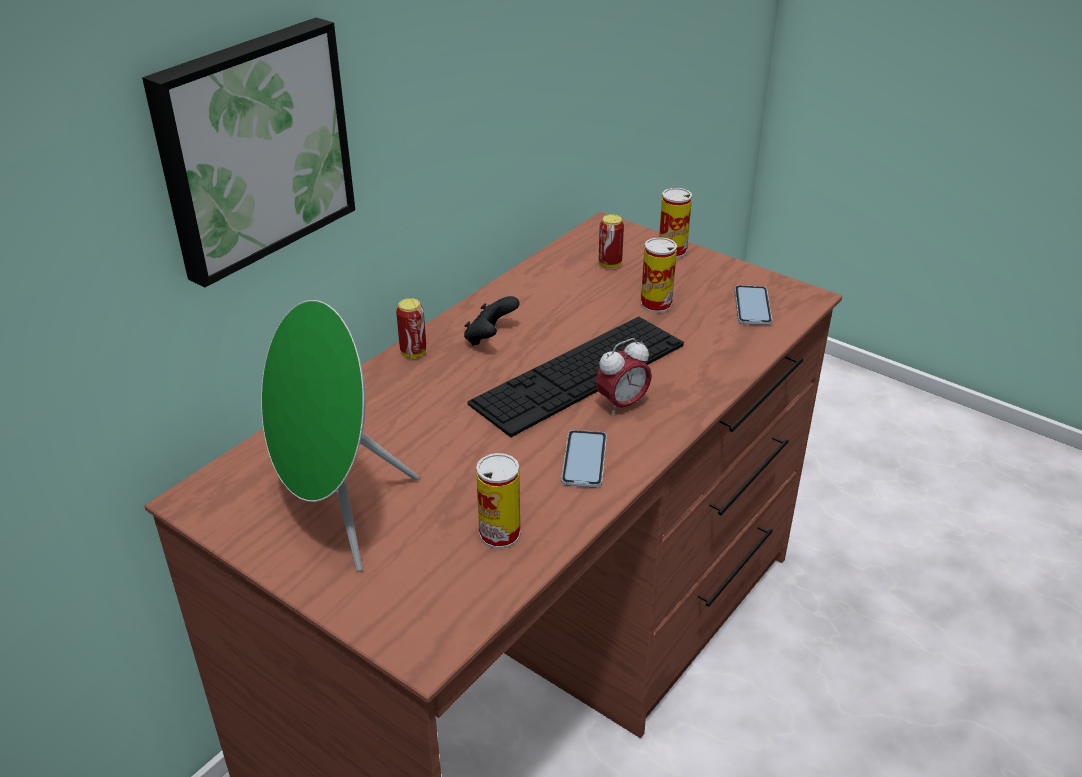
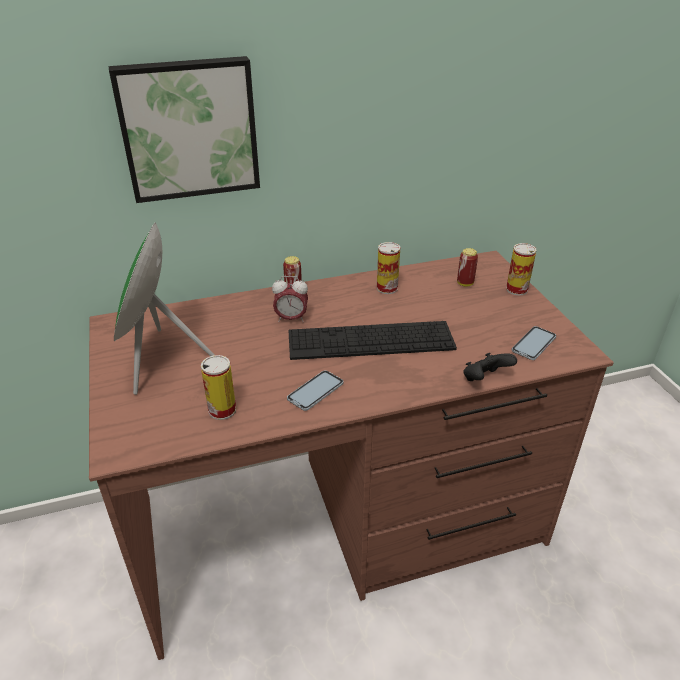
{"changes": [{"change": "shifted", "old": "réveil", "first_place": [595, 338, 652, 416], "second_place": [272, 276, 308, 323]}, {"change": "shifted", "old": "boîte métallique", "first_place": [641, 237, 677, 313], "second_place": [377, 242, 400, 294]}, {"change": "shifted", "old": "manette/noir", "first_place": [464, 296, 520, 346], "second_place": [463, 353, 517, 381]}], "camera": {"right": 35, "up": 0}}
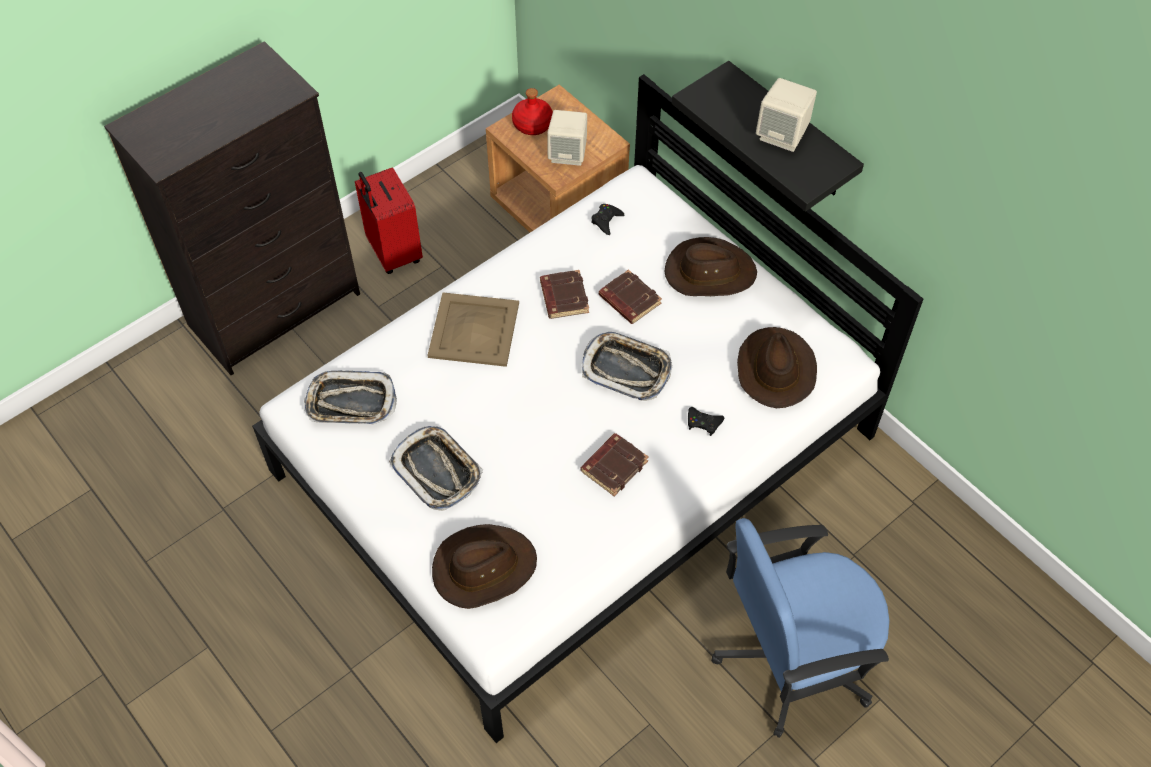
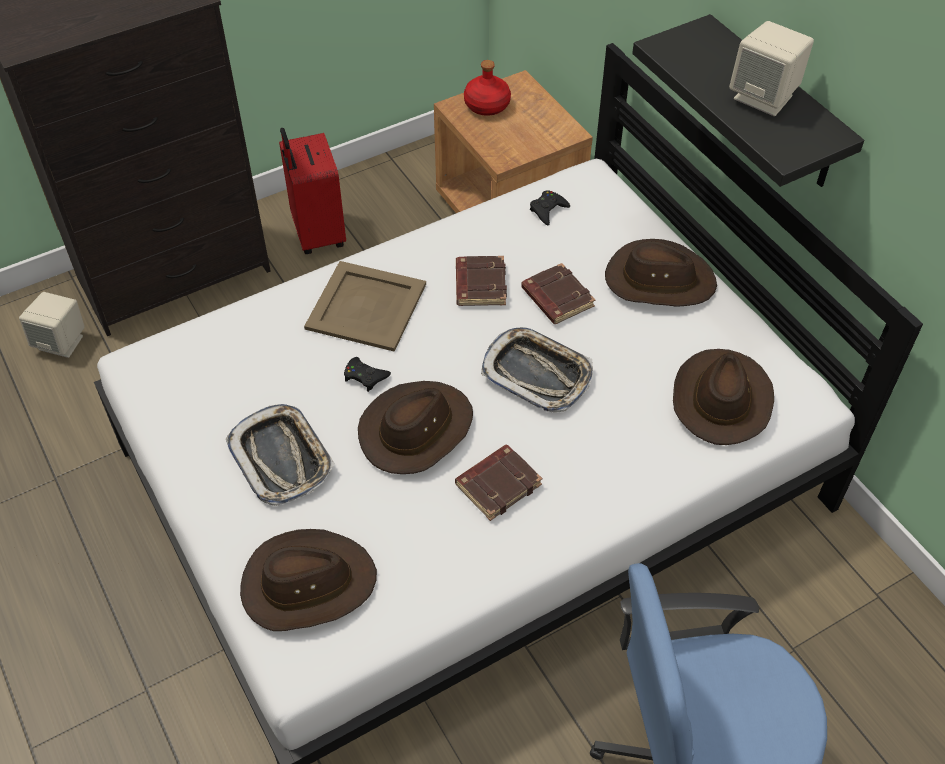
{"changes": [{"change": "shifted", "old": "enceinte/beige", "first_place": [547, 110, 587, 166], "second_place": [19, 292, 85, 358]}, {"change": "shifted", "old": "manette/noir", "first_place": [688, 407, 725, 436], "second_place": [344, 357, 391, 392]}, {"change": "new", "new": "chapeau/marron", "second_place": [358, 381, 473, 474]}, {"change": "gone", "old": "plateau", "first_place": [304, 371, 397, 424]}], "camera": {"right": 10, "up": -5}}
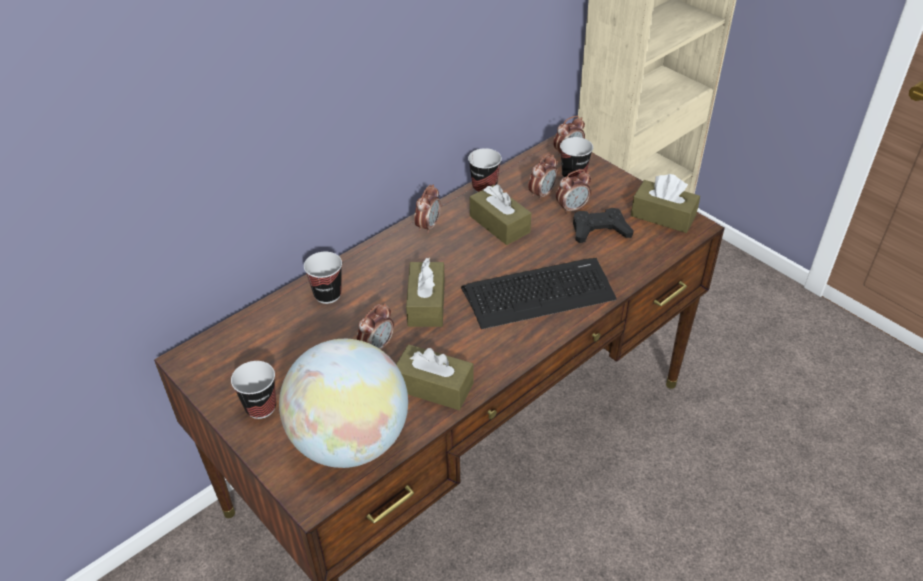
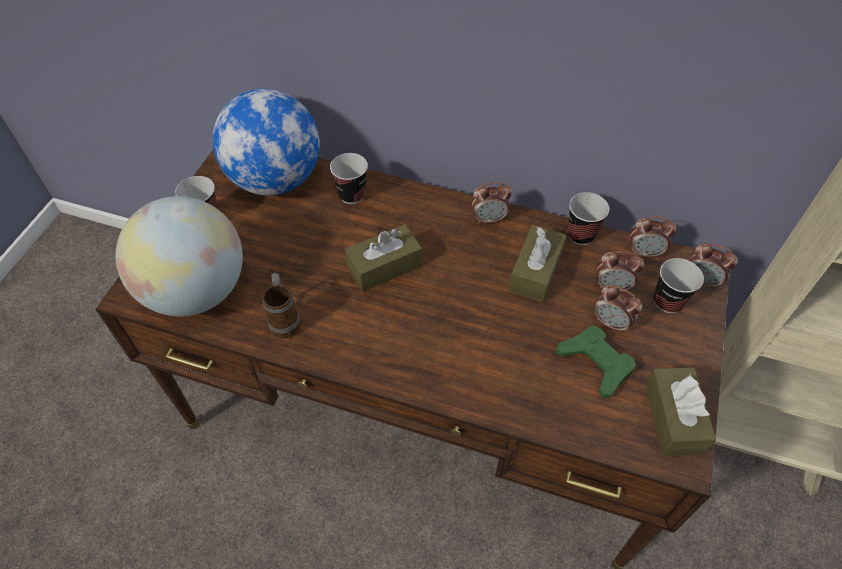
{"changes": [{"change": "new", "new": "globe", "second_place": [213, 89, 320, 196]}, {"change": "swapped", "old": "boîte à mouchoirs/marron", "new": "mug", "first_place": [396, 344, 473, 410], "second_place": [262, 273, 301, 339]}, {"change": "repainted", "old": "manette/noir", "new": "manette/vert", "first_place": [573, 208, 634, 243], "second_place": [556, 326, 636, 398]}, {"change": "shifted", "old": "réveil", "first_place": [356, 303, 394, 350], "second_place": [629, 216, 676, 258]}, {"change": "gone", "old": "clavier", "first_place": [461, 258, 617, 329]}], "camera": {"right": 60, "up": 10}}
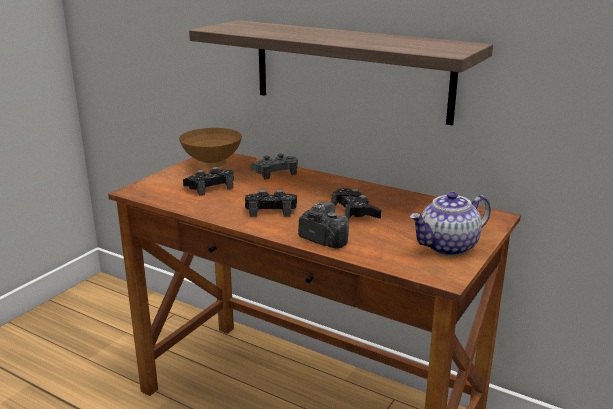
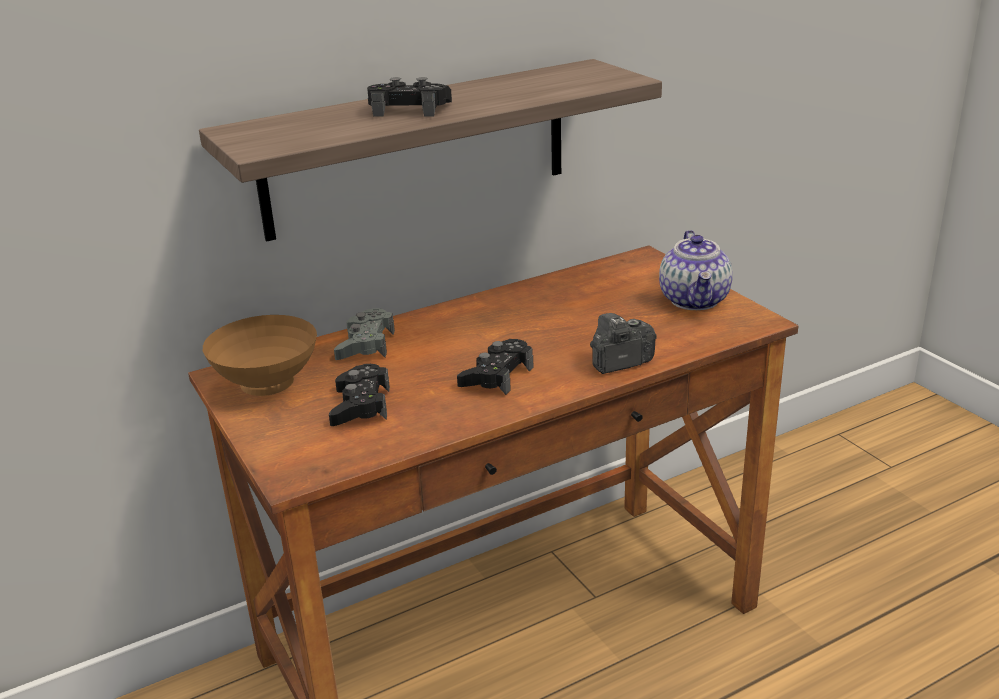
{"changes": [{"change": "shifted", "old": "manette/noir", "first_place": [331, 188, 381, 219], "second_place": [367, 77, 452, 116]}], "camera": {"right": -60, "up": 5}}
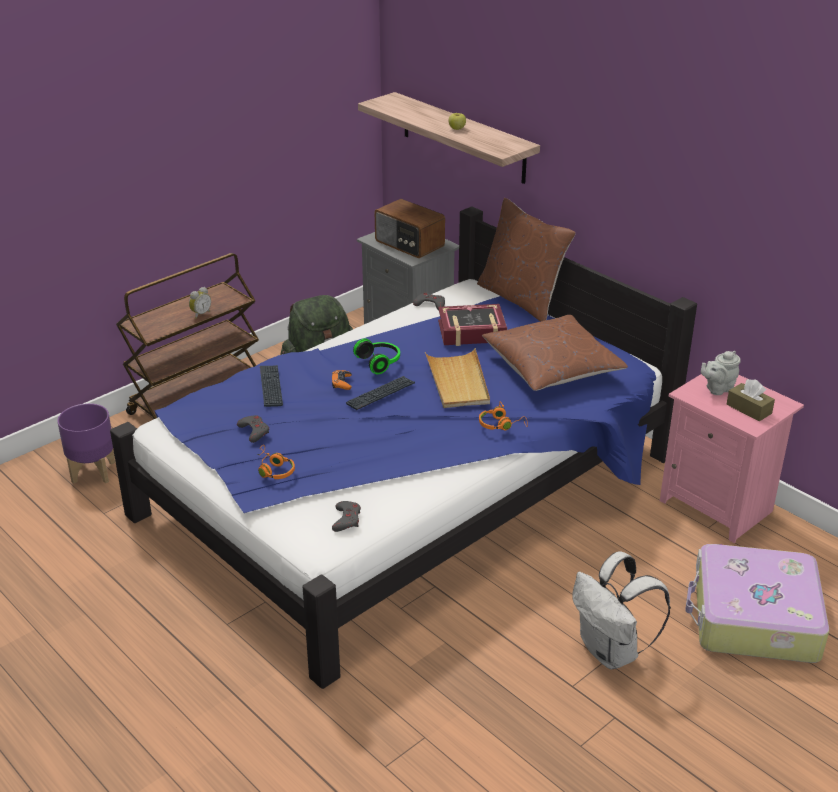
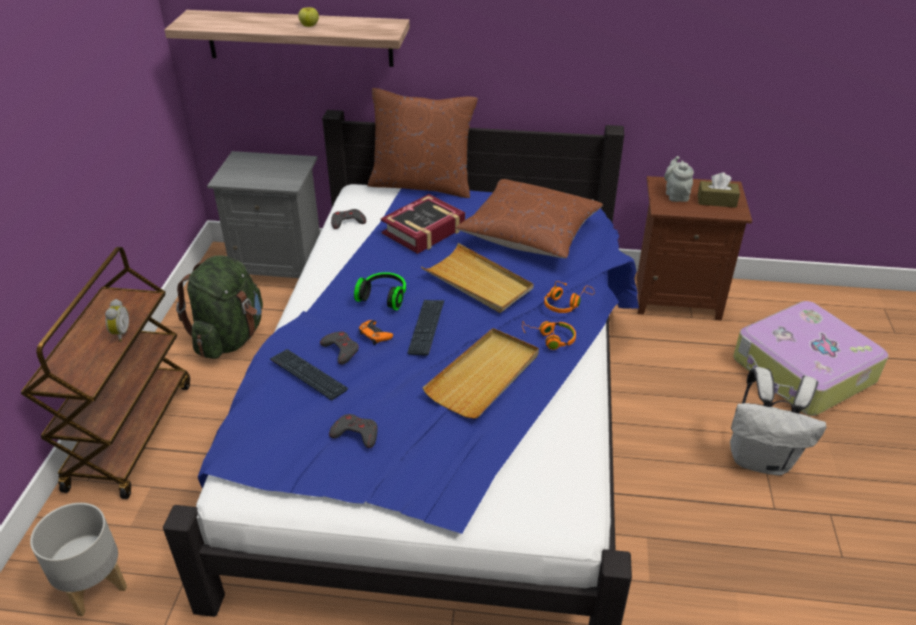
{"changes": [{"change": "repainted", "old": "cache-pot/violet", "new": "cache-pot/gris", "first_place": [57, 403, 115, 484], "second_place": [30, 503, 127, 616]}, {"change": "shifted", "old": "manette/gris", "first_place": [332, 501, 361, 532], "second_place": [320, 331, 359, 365]}, {"change": "new", "new": "plateau/beige", "second_place": [423, 328, 539, 419]}, {"change": "shifted", "old": "casque audio/orange", "first_place": [258, 445, 295, 479], "second_place": [522, 321, 576, 350]}, {"change": "repainted", "old": "table de chevet/rose", "new": "table de chevet/marron", "first_place": [660, 374, 804, 543], "second_place": [637, 176, 752, 321]}, {"change": "rotated", "old": "théière/gris", "first_place": [701, 351, 741, 395], "second_place": [664, 156, 694, 202], "degrees": 150}, {"change": "gone", "old": "radio", "first_place": [375, 199, 445, 258]}], "camera": {"right": -40, "up": 5}}
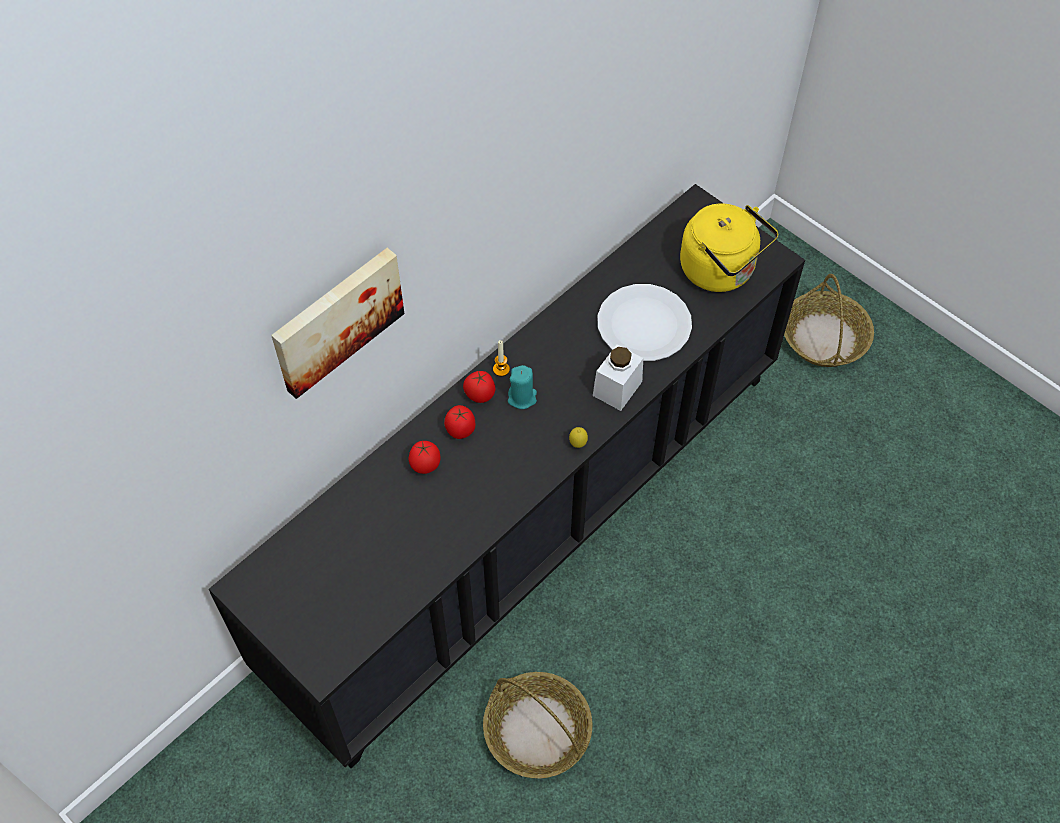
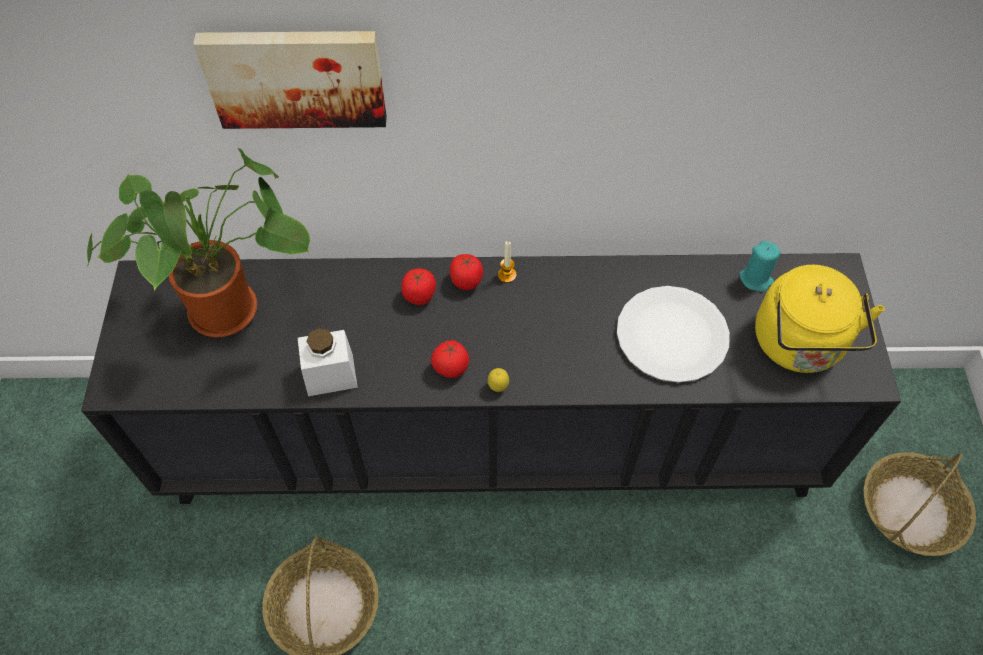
{"changes": [{"change": "new", "new": "plante en pot", "second_place": [87, 148, 310, 337]}, {"change": "shifted", "old": "bocal/blanc", "first_place": [593, 344, 643, 411], "second_place": [298, 328, 358, 396]}, {"change": "shifted", "old": "tomate", "first_place": [409, 441, 441, 474], "second_place": [431, 340, 469, 378]}, {"change": "shifted", "old": "bougie/turquoise", "first_place": [508, 365, 537, 409], "second_place": [739, 241, 781, 292]}], "camera": {"right": 45, "up": 0}}
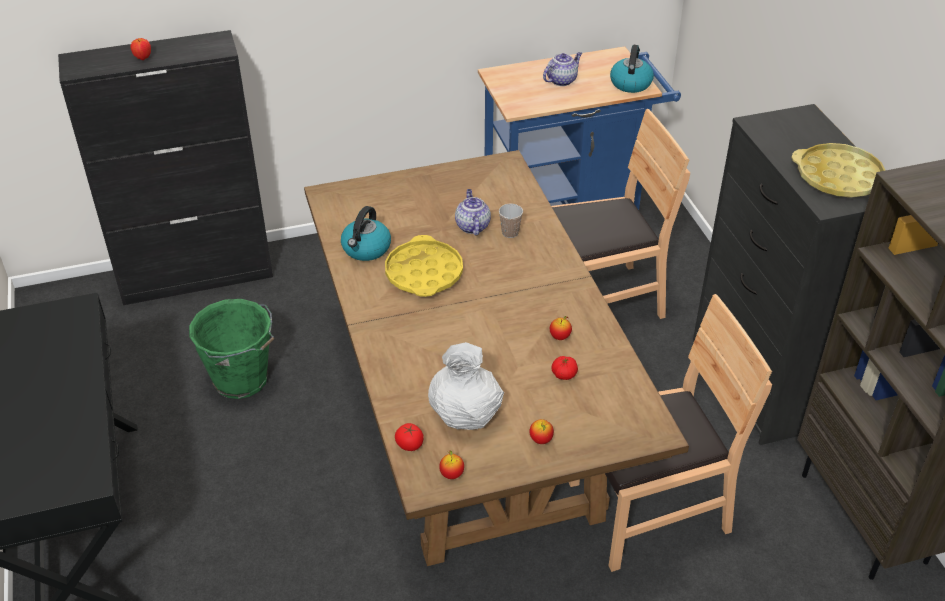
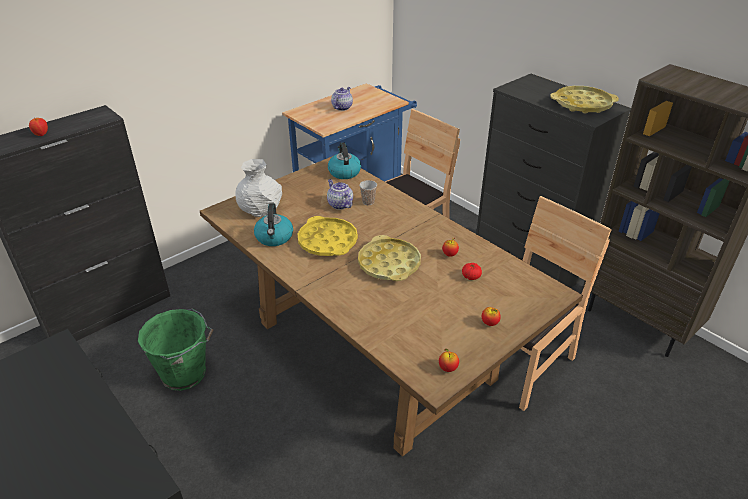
{"changes": [{"change": "shifted", "old": "vase/blanc", "first_place": [428, 342, 504, 430], "second_place": [235, 159, 282, 217]}, {"change": "shifted", "old": "bouilloire", "first_place": [610, 45, 654, 93], "second_place": [328, 142, 361, 179]}, {"change": "new", "new": "plateau/jaune", "second_place": [358, 235, 421, 281]}, {"change": "gone", "old": "tomate", "first_place": [395, 423, 424, 451]}], "camera": {"right": -25, "up": -5}}
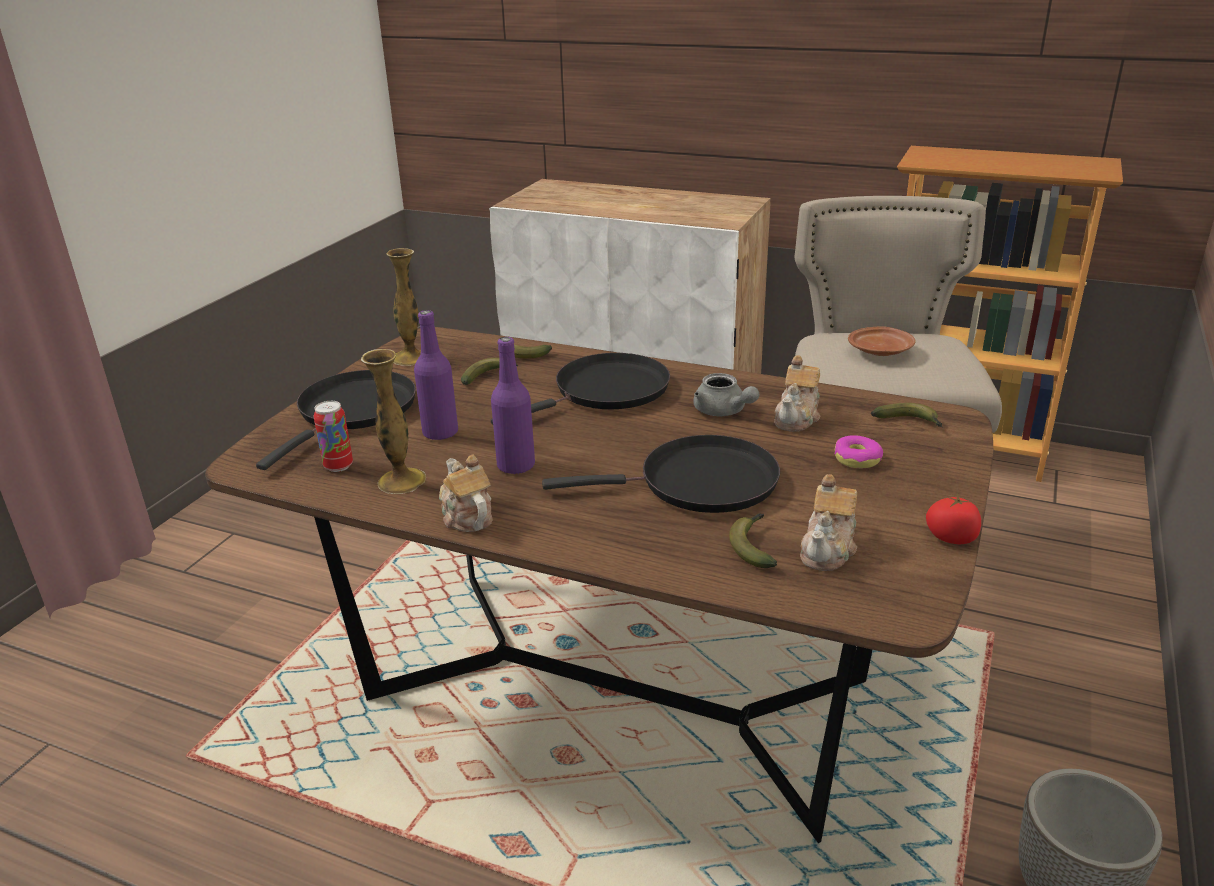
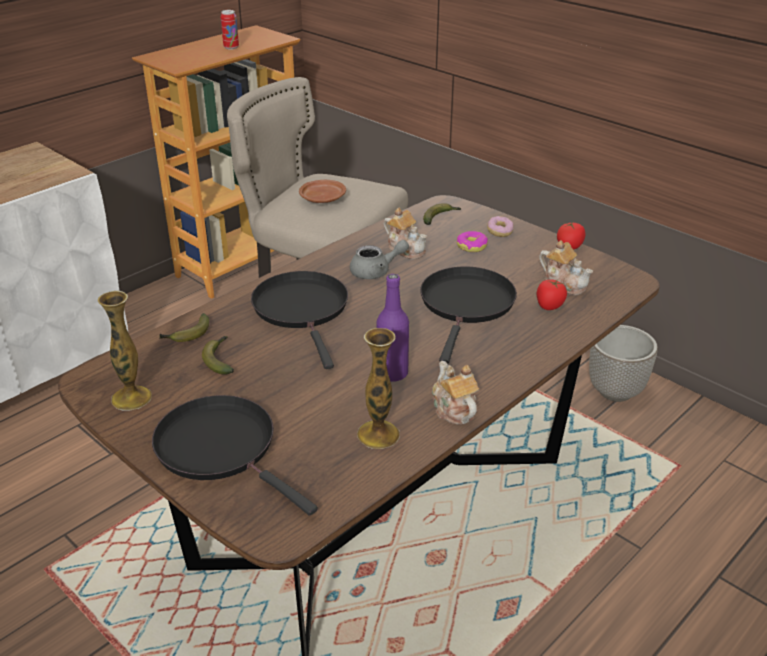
{"changes": [{"change": "shifted", "old": "boîte métallique", "first_place": [314, 401, 353, 472], "second_place": [220, 10, 239, 50]}, {"change": "rotated", "old": "théière", "first_place": [439, 455, 493, 532], "second_place": [432, 361, 479, 424], "degrees": 75}, {"change": "new", "new": "beignet", "second_place": [487, 216, 514, 237]}, {"change": "swapped", "old": "banane", "new": "tomate", "first_place": [729, 514, 777, 568], "second_place": [537, 279, 567, 310]}, {"change": "gone", "old": "bouteille/violet", "first_place": [414, 310, 458, 440]}], "camera": {"right": -70, "up": 5}}
